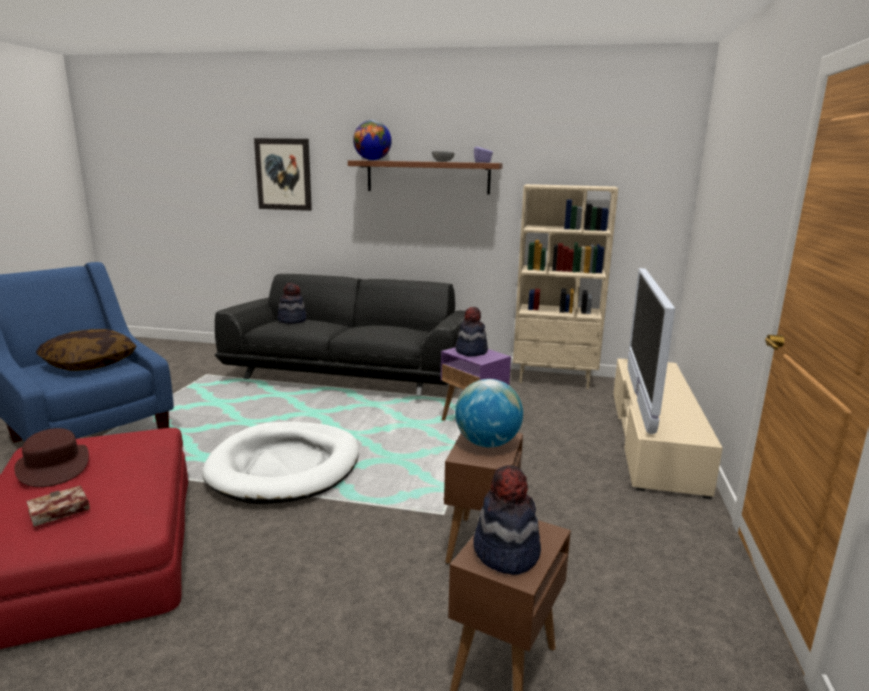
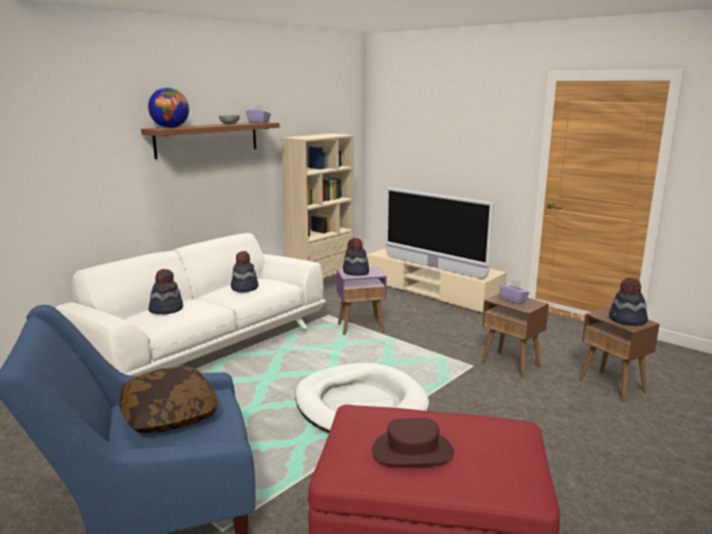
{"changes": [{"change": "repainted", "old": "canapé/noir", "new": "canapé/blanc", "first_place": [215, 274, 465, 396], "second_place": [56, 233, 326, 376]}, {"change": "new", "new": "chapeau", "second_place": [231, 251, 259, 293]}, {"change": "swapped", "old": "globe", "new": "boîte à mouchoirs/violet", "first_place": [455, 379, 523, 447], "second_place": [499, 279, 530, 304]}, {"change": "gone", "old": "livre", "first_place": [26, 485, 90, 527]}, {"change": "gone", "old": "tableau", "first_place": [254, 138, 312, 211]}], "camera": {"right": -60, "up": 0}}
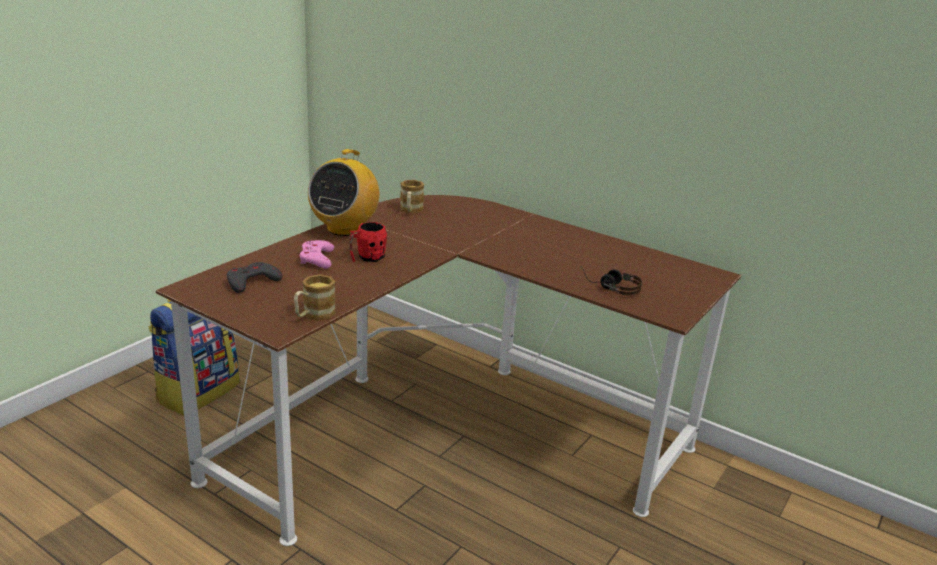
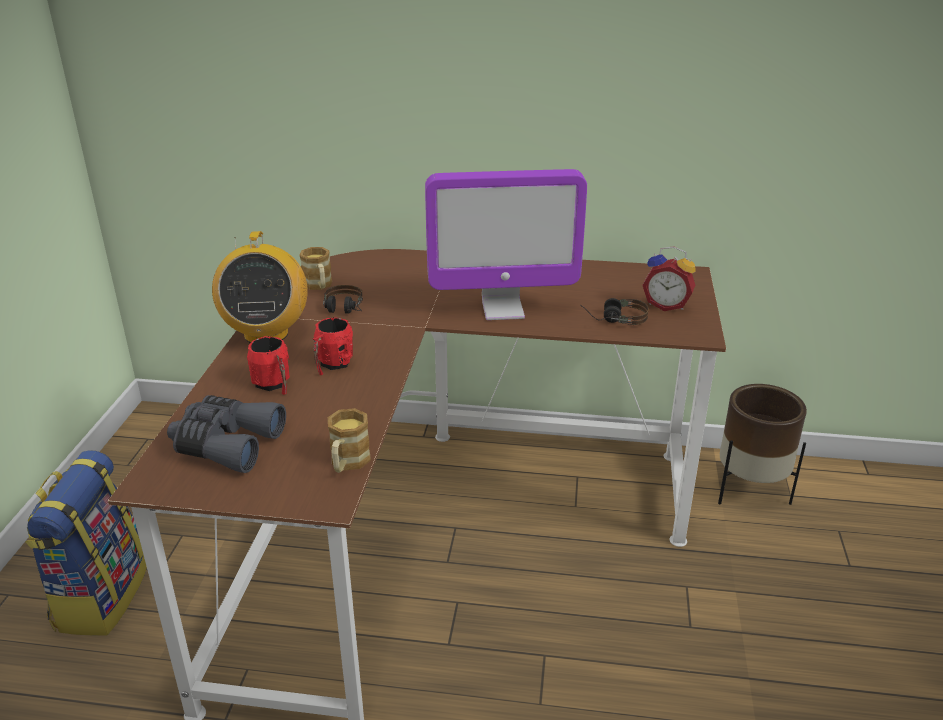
{"changes": [{"change": "swapped", "old": "manette/gris", "new": "jumelles/gris", "first_place": [227, 262, 282, 293], "second_place": [167, 395, 286, 473]}, {"change": "swapped", "old": "manette/rose", "new": "mug/rouge", "first_place": [300, 240, 334, 269], "second_place": [247, 336, 290, 395]}, {"change": "new", "new": "casque audio", "second_place": [323, 285, 363, 314]}, {"change": "new", "new": "écran d'ordinateur", "second_place": [425, 169, 587, 320]}, {"change": "new", "new": "réveil", "second_place": [642, 247, 696, 311]}, {"change": "new", "new": "cache-pot/marron", "second_place": [718, 384, 807, 505]}], "camera": {"right": -25, "up": 5}}
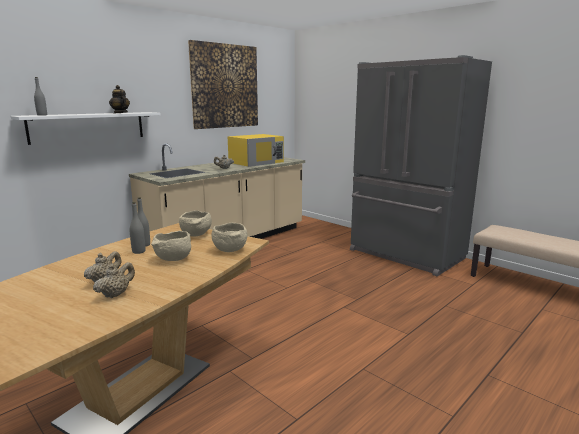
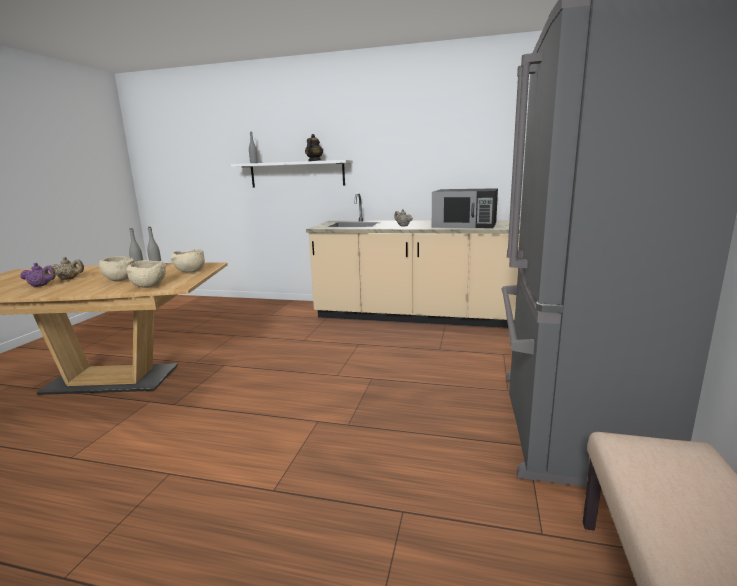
{"changes": [{"change": "repainted", "old": "théière/beige", "new": "théière/violet", "first_place": [93, 262, 135, 298], "second_place": [20, 263, 56, 287]}, {"change": "repainted", "old": "micro-ondes/jaune", "new": "micro-ondes/noir", "first_place": [228, 134, 284, 167], "second_place": [432, 188, 498, 228]}, {"change": "gone", "old": "tableau", "first_place": [188, 40, 258, 129]}], "camera": {"right": 60, "up": 0}}
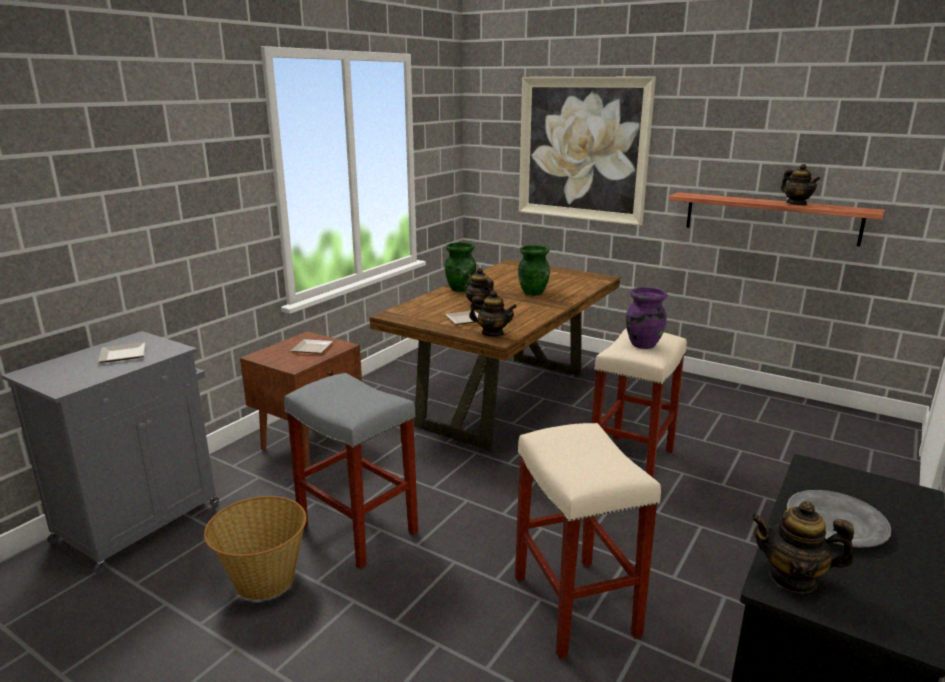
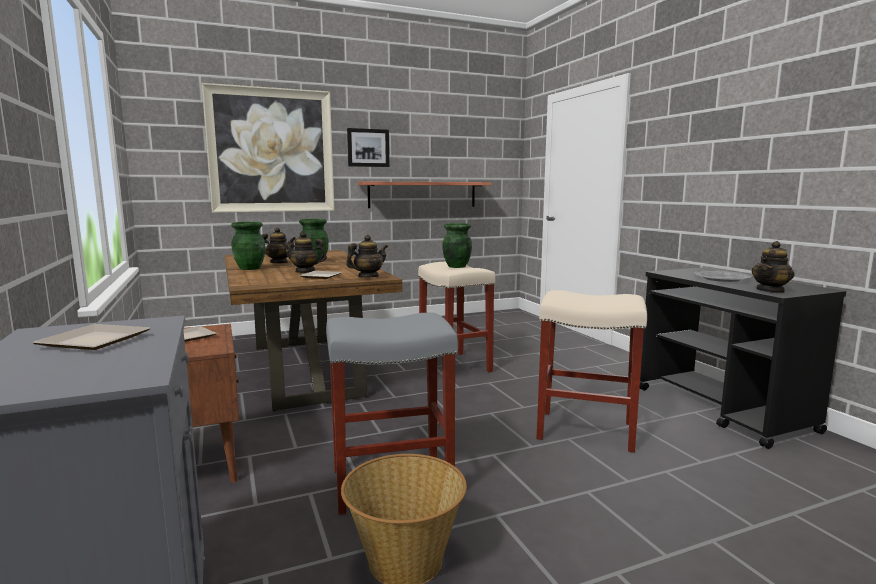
{"changes": [{"change": "shifted", "old": "théière", "first_place": [781, 164, 820, 205], "second_place": [262, 227, 296, 263]}, {"change": "new", "new": "tableau", "second_place": [347, 128, 389, 167]}, {"change": "repainted", "old": "vase/violet", "new": "vase/vert", "first_place": [626, 287, 667, 349], "second_place": [442, 223, 472, 268]}], "camera": {"right": -55, "up": -10}}
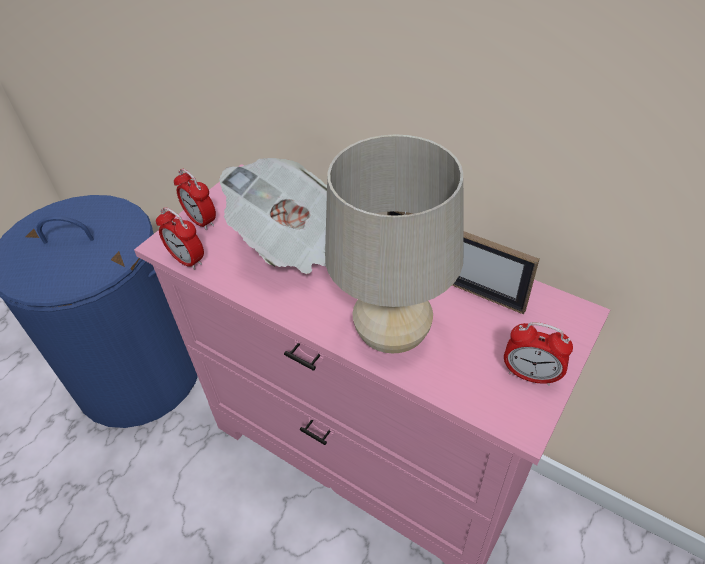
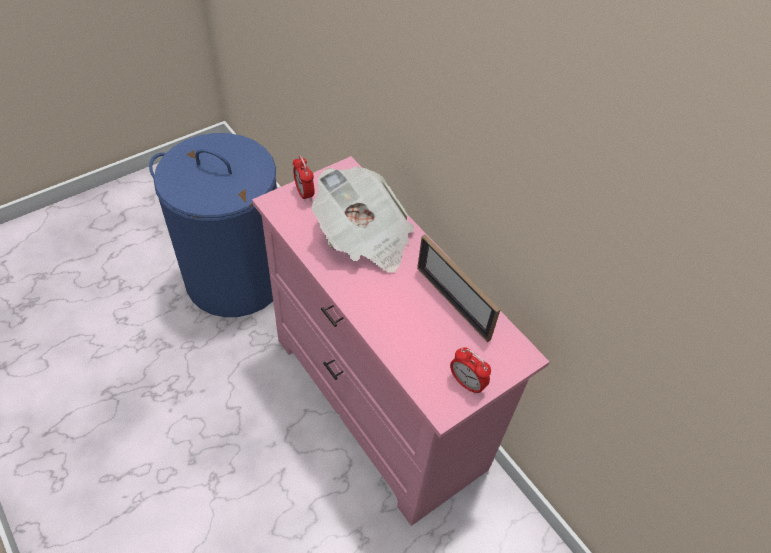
{"changes": [{"change": "gone", "old": "réveil", "first_place": [156, 207, 204, 270]}, {"change": "gone", "old": "lampe de table/beige", "first_place": [325, 134, 463, 353]}], "camera": {"right": 15, "up": 5}}
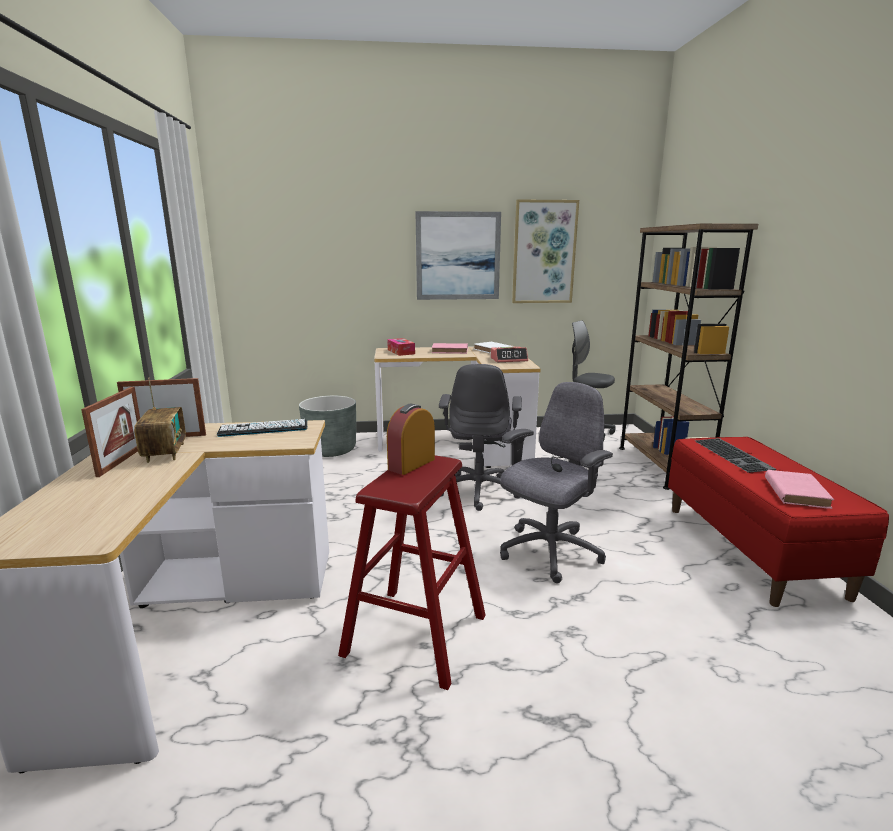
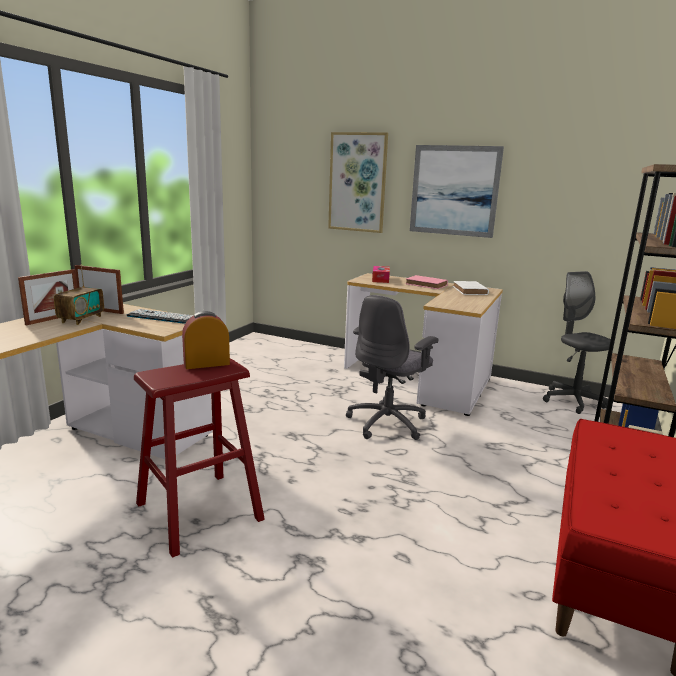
{"changes": [{"change": "shifted", "old": "tableau", "first_place": [512, 199, 579, 303], "second_place": [328, 132, 388, 233]}, {"change": "gone", "old": "cache-pot/gris", "first_place": [299, 396, 356, 457]}, {"change": "gone", "old": "réveil", "first_place": [491, 347, 528, 362]}, {"change": "gone", "old": "chaise de bureau/gris", "first_place": [500, 382, 613, 583]}, {"change": "gone", "old": "clavier", "first_place": [695, 438, 776, 473]}, {"change": "gone", "old": "livre/rose", "first_place": [765, 470, 834, 509]}], "camera": {"right": 30, "up": 0}}
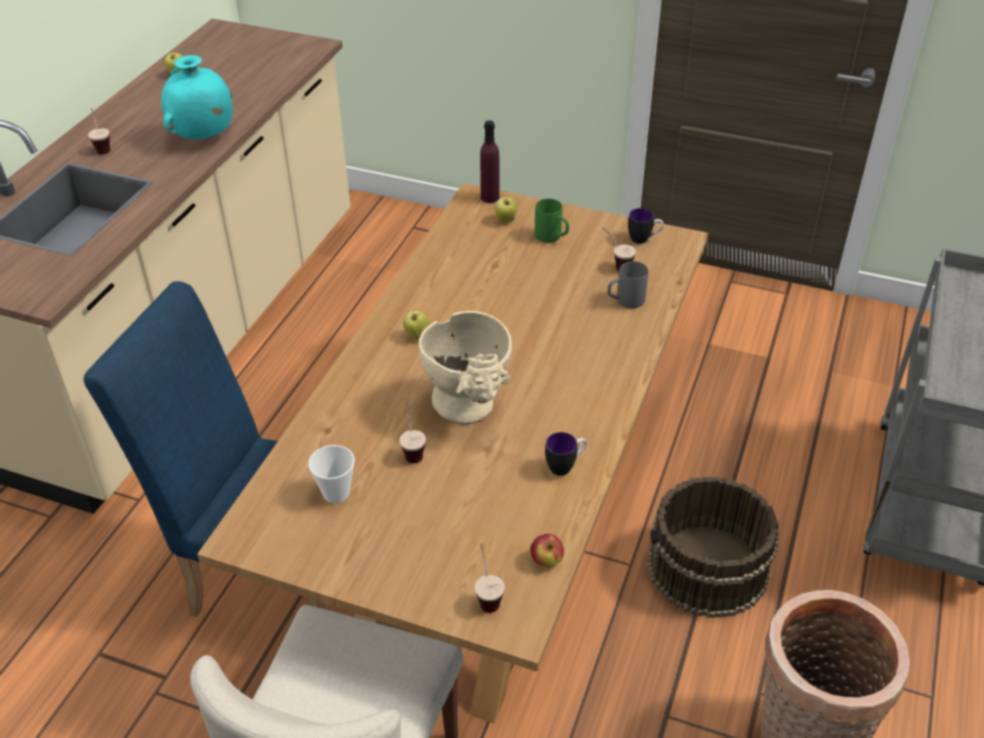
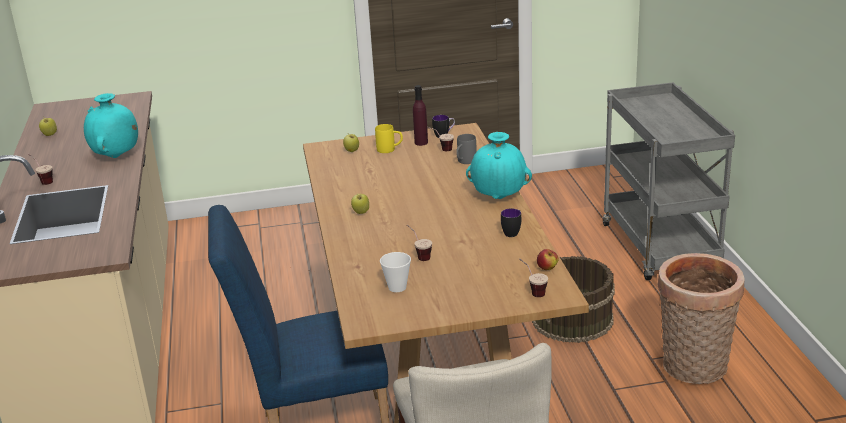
{"changes": [{"change": "repainted", "old": "mug/vert", "new": "mug/jaune", "first_place": [535, 199, 569, 243], "second_place": [375, 124, 403, 153]}, {"change": "shifted", "old": "bouteille/violet", "first_place": [480, 120, 500, 203], "second_place": [413, 85, 428, 146]}, {"change": "new", "new": "vase/turquoise", "second_place": [466, 132, 532, 199]}, {"change": "gone", "old": "vase/beige", "first_place": [419, 311, 512, 424]}], "camera": {"right": -30, "up": -15}}
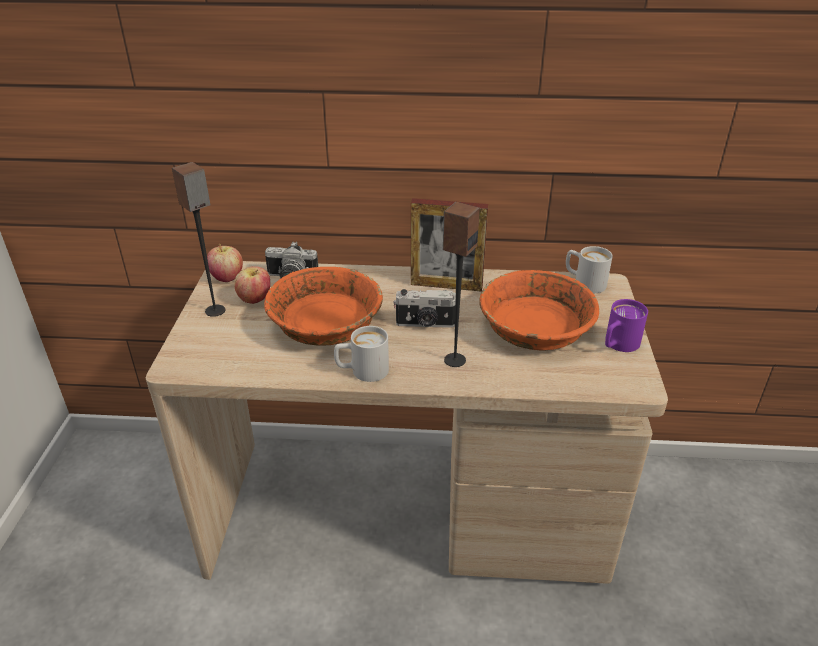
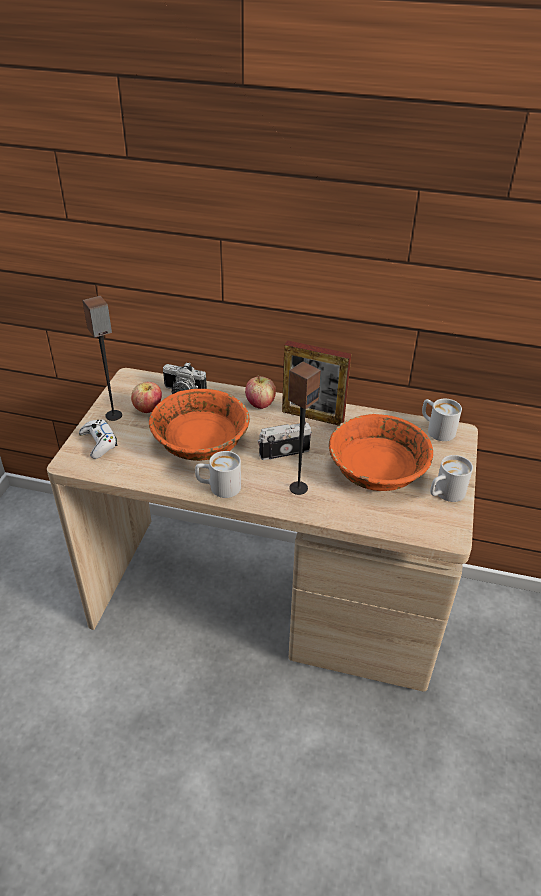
{"changes": [{"change": "new", "new": "manette/blanc", "second_place": [79, 420, 118, 459]}, {"change": "shifted", "old": "pomme", "first_place": [207, 244, 243, 282], "second_place": [245, 375, 276, 409]}, {"change": "rotated", "old": "appareil photo", "first_place": [393, 289, 456, 328], "second_place": [258, 421, 312, 460], "degrees": 150}, {"change": "repainted", "old": "mug/violet", "new": "mug/blanc", "first_place": [605, 299, 648, 352], "second_place": [430, 455, 473, 502]}], "camera": {"right": 10, "up": 5}}
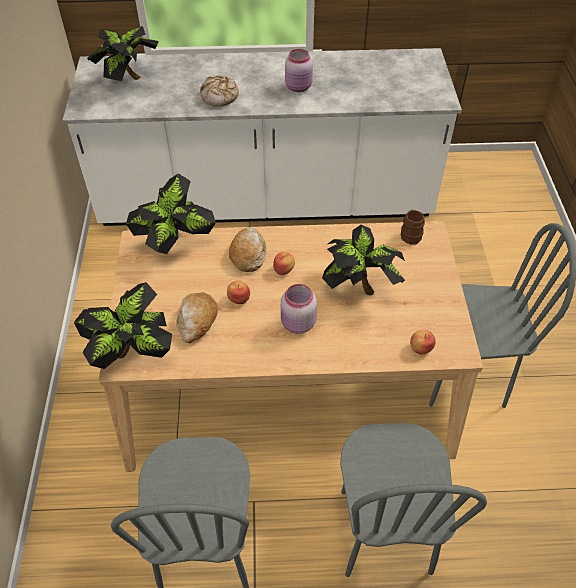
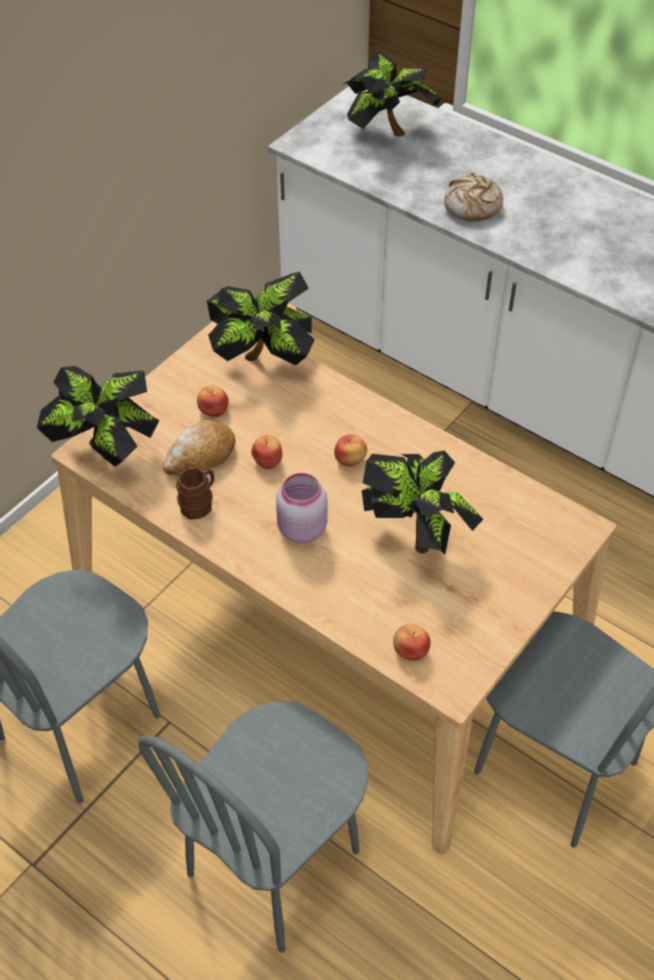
{"changes": [{"change": "shifted", "old": "mug/marron", "first_place": [401, 210, 425, 244], "second_place": [176, 467, 214, 520]}, {"change": "new", "new": "pomme", "second_place": [197, 385, 229, 417]}, {"change": "gone", "old": "pain", "first_place": [229, 227, 266, 272]}, {"change": "gone", "old": "bocal/rose", "first_place": [285, 49, 313, 92]}], "camera": {"right": 40, "up": 0}}
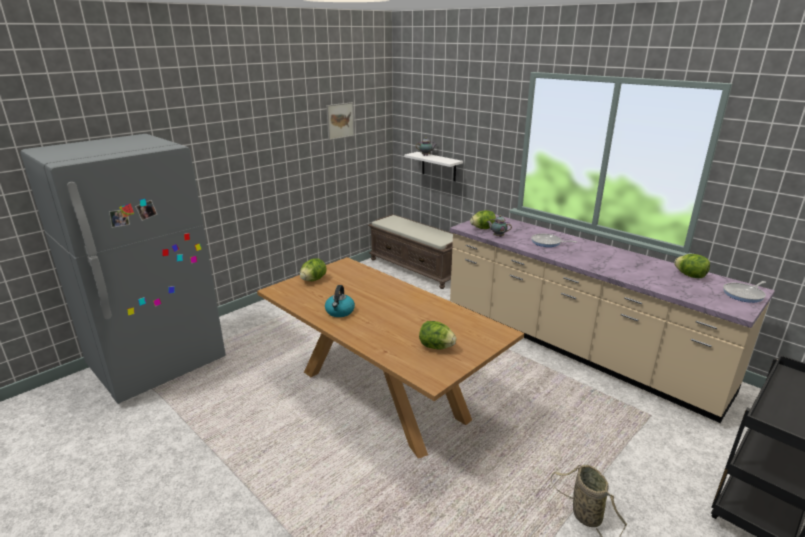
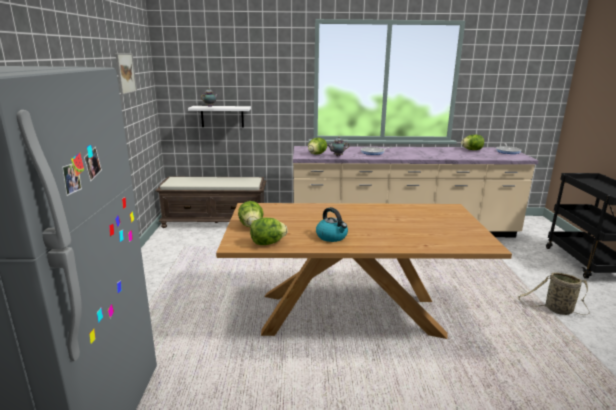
{"changes": [{"change": "shifted", "old": "laitue", "first_place": [419, 321, 456, 350], "second_place": [250, 217, 288, 245]}], "camera": {"right": -45, "up": -5}}
